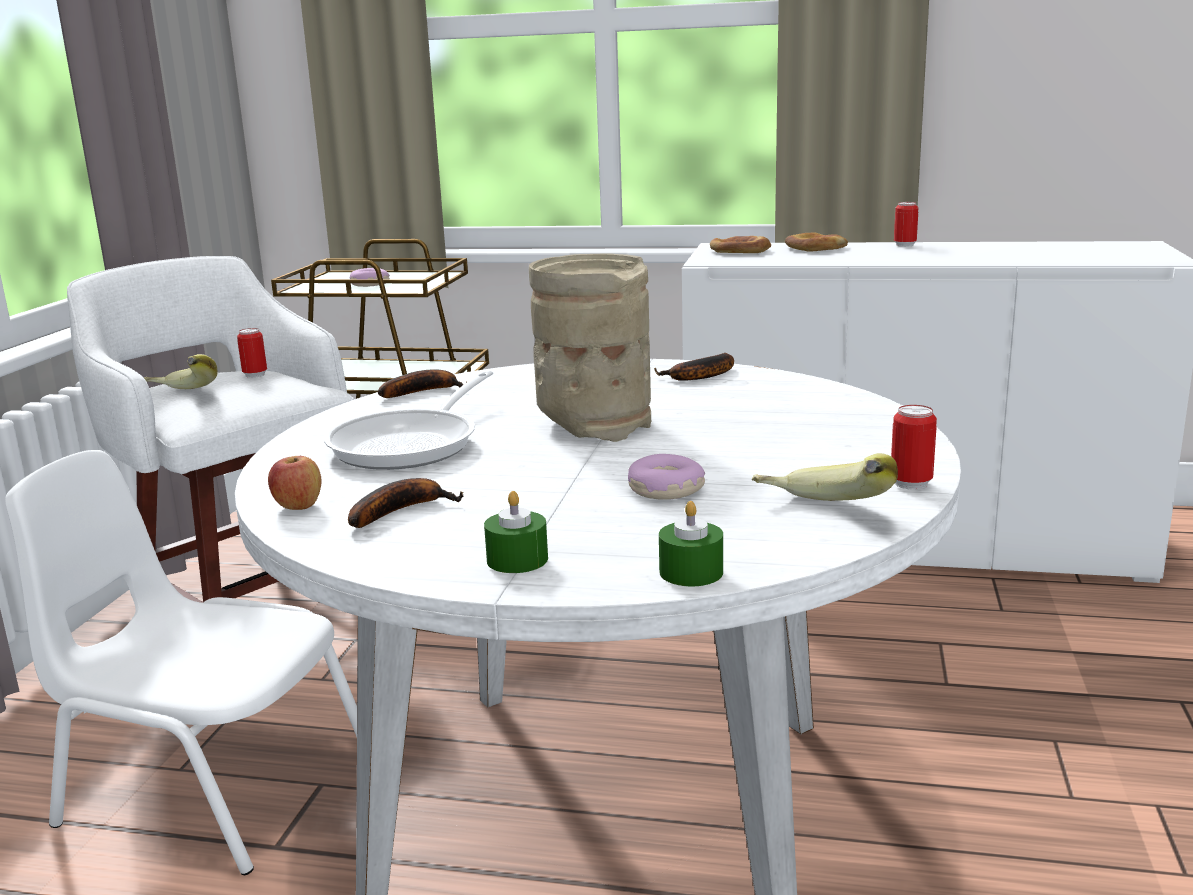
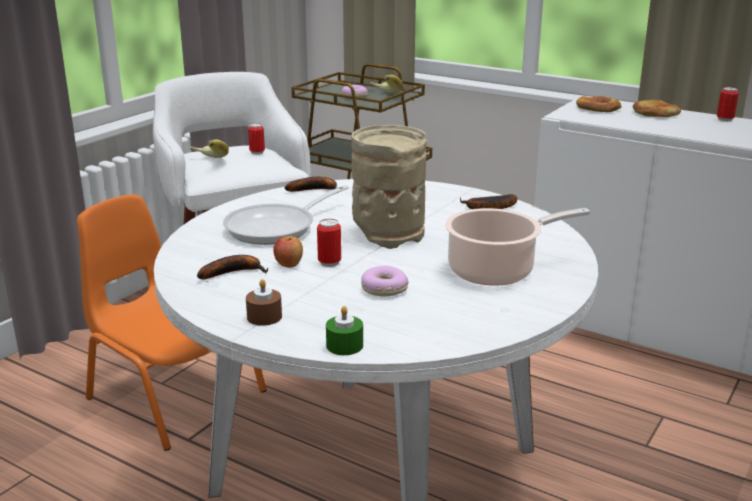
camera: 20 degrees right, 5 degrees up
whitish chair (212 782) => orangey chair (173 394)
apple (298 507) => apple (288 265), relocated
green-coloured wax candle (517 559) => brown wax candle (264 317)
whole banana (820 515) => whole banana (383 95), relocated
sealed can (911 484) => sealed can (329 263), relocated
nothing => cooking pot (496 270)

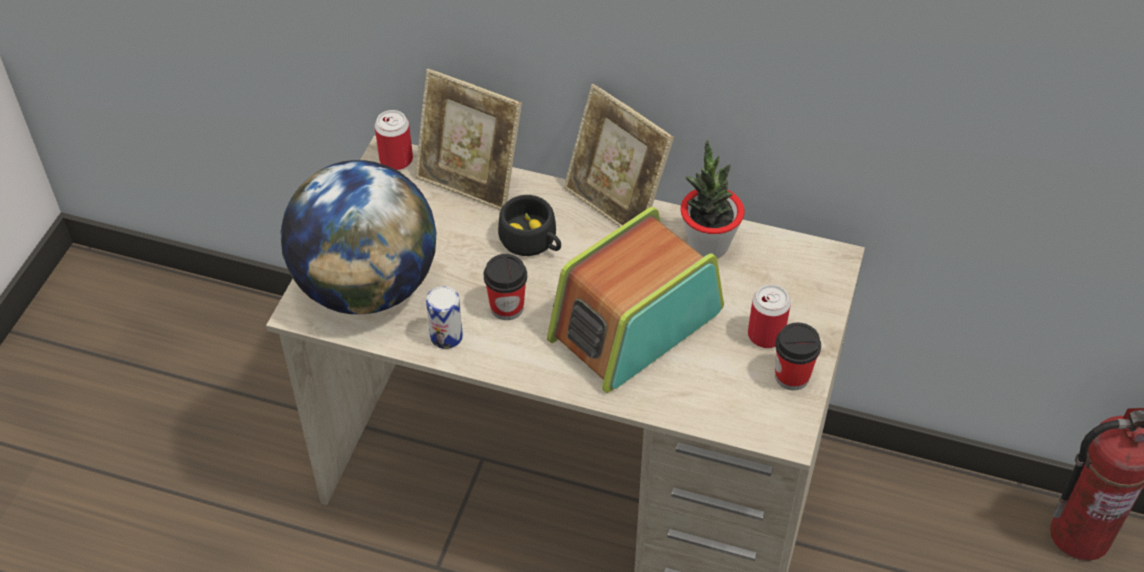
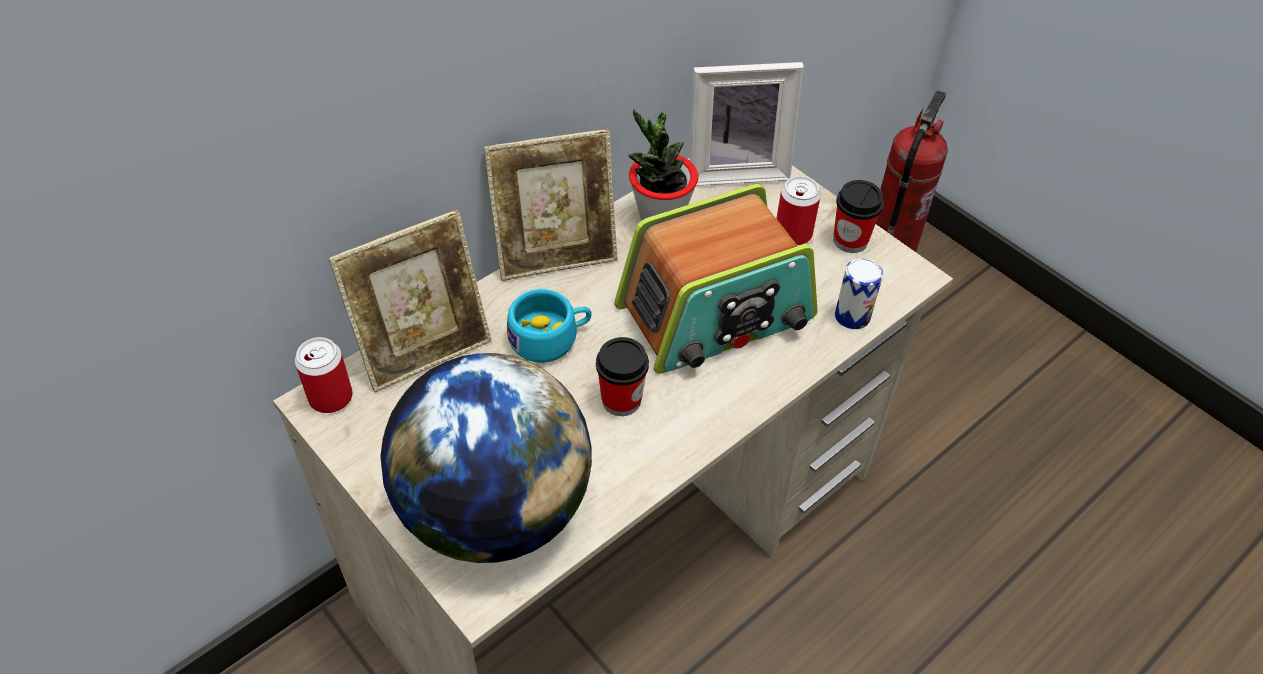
camera: 60 degrees left, 0 degrees up
sealed can (446 336) => sealed can (852 316), relocated
black small cup (533 241) => turquoise small cup (550 338)
radio set (634 324) => radio set (716 314), 105 degrees counterclockwise
nothing => standing frame (736 168)

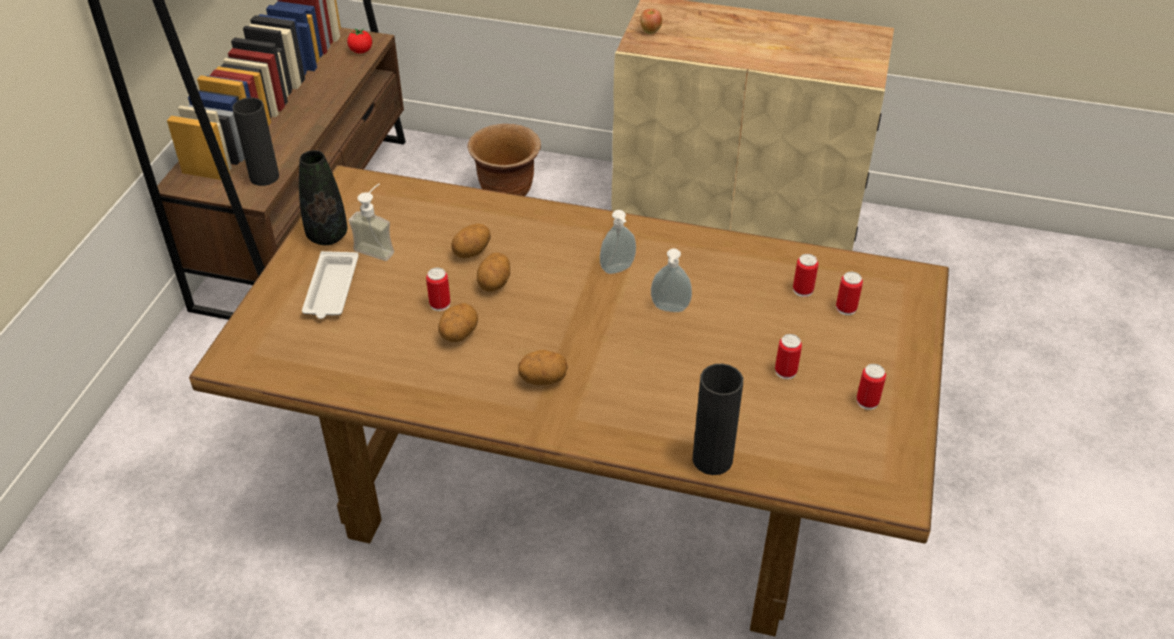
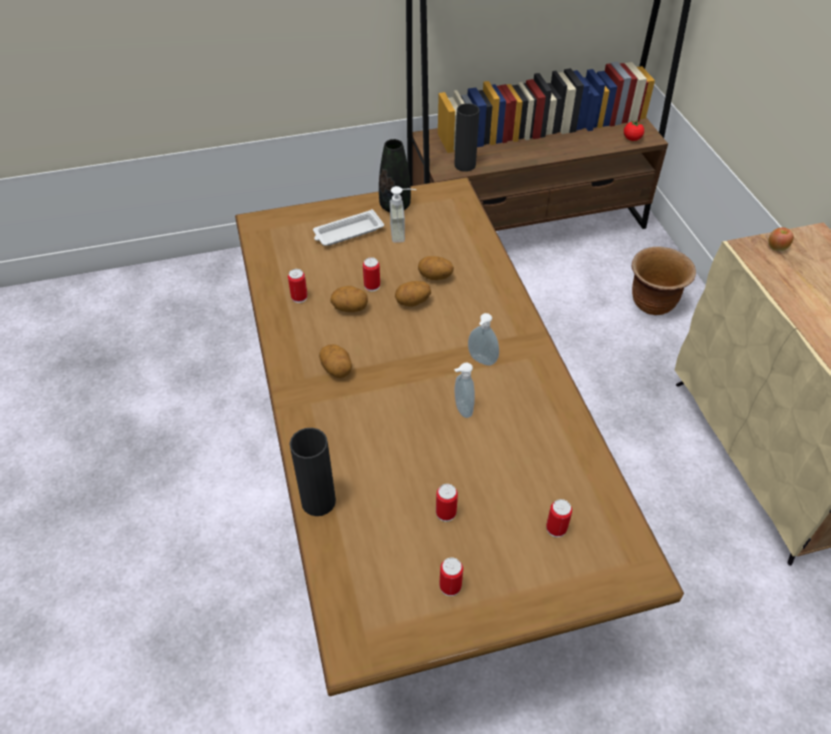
camera: 60 degrees right, 5 degrees up
sealed can (803 290) => sealed can (299 297), relocated

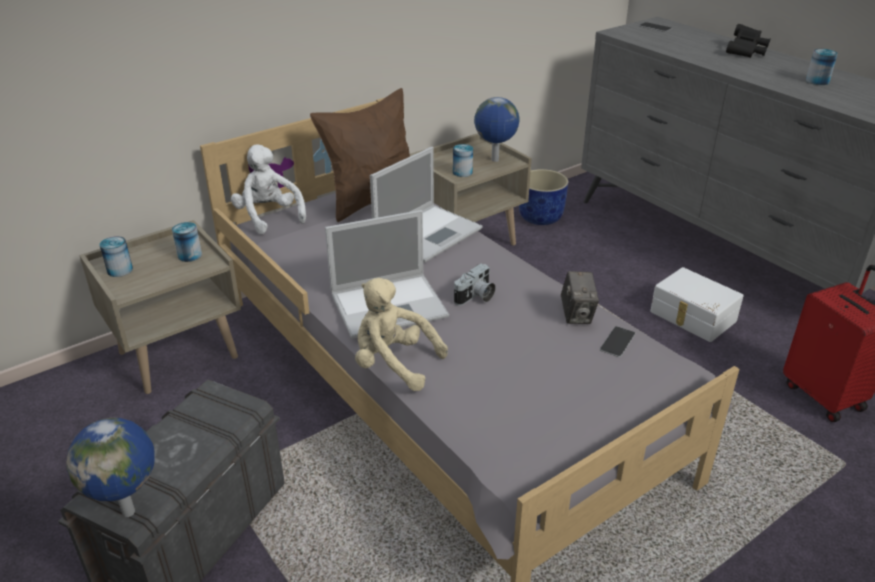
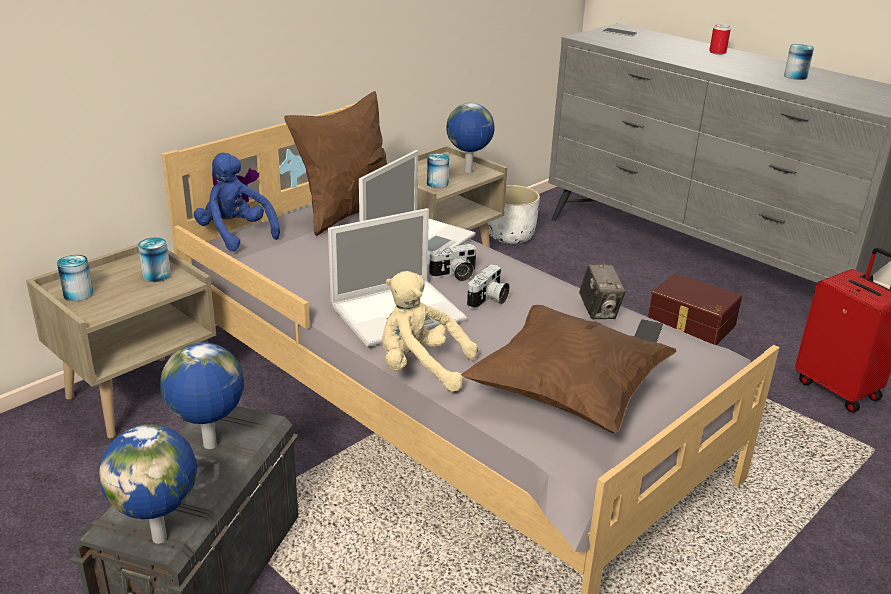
camera: 10 degrees left, 5 degrees down
whitish plush toy (269 217) => bluish plush toy (235 234)
bluish planter (539 217) => whitish planter (509 236)
whitish storage bin (692 317) => brown storage bin (690 324)
black field glasses (746 52) => sealed can (717 52)
nothing => world globe (210 446)
nothing => still camera (454 275)
nothing => brown throw pillow (567 394)

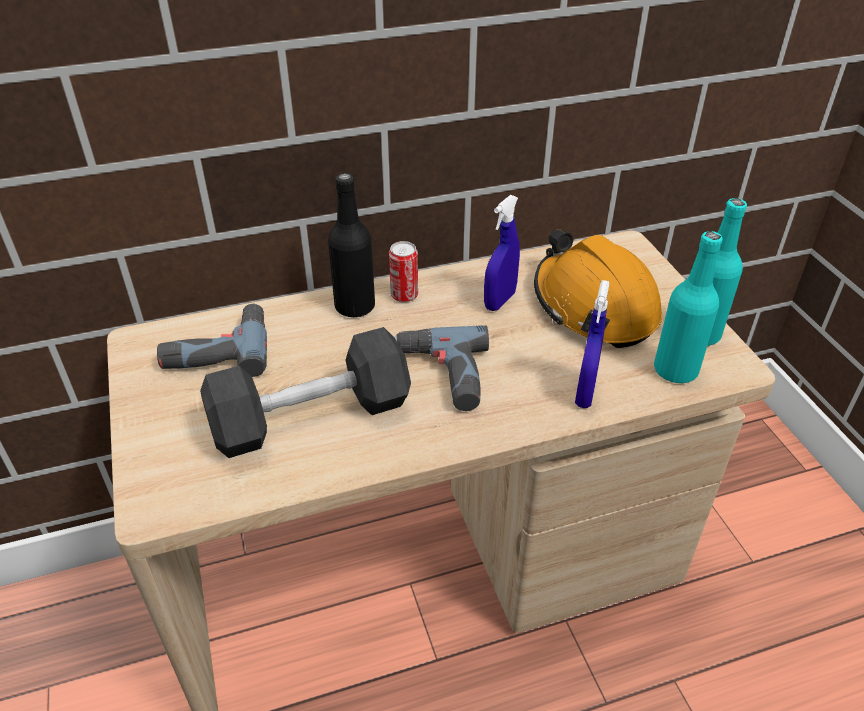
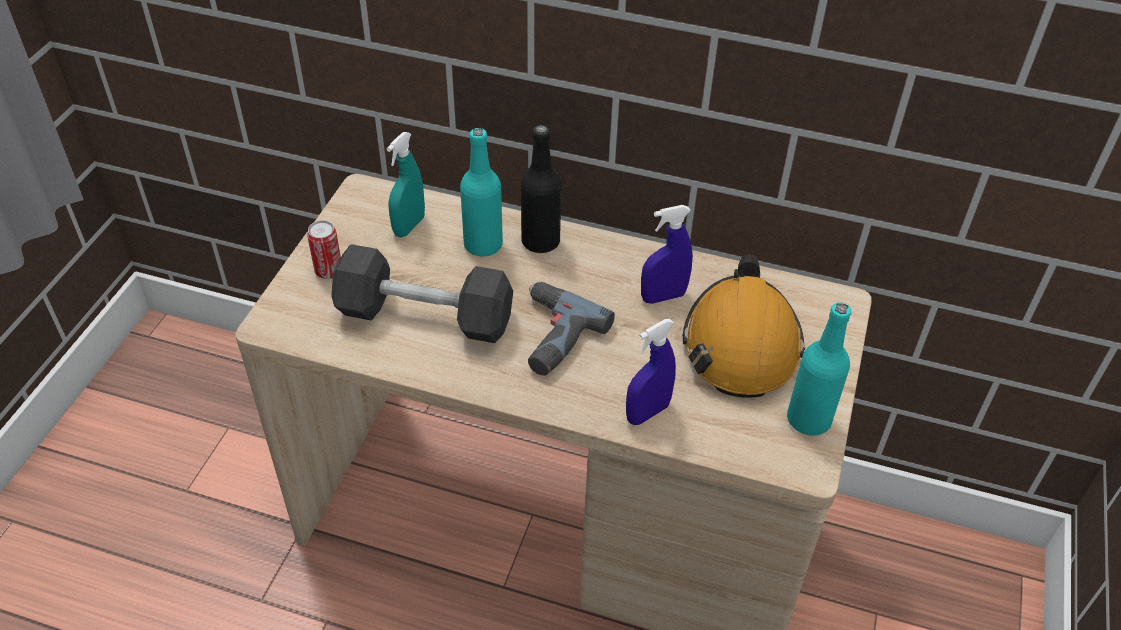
camera: 35 degrees right, 5 degrees up
drill (217 349) => turquoise spray bottle (409 226)
sealed can (404 295) => sealed can (328 271), relocated
turquoise drink bottle (675 370) => turquoise drink bottle (483 245), relocated

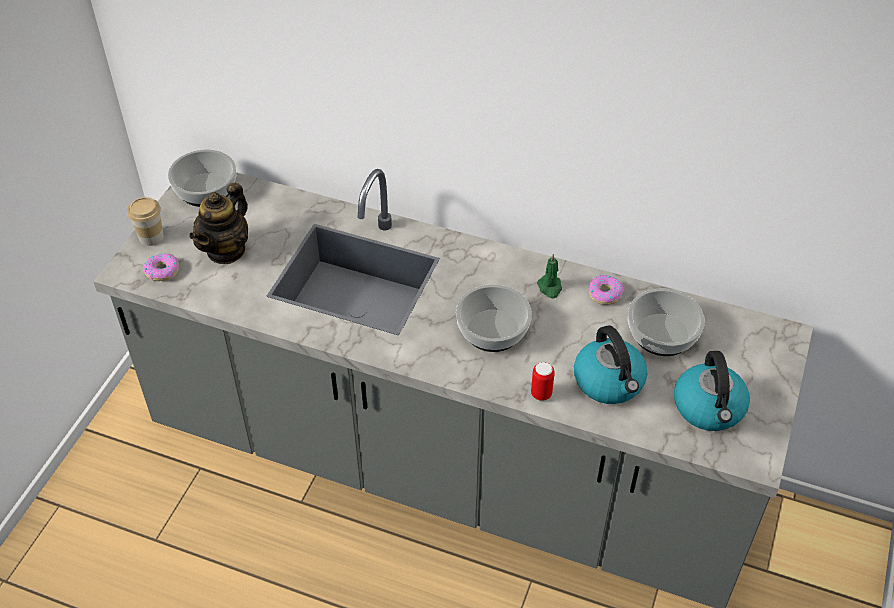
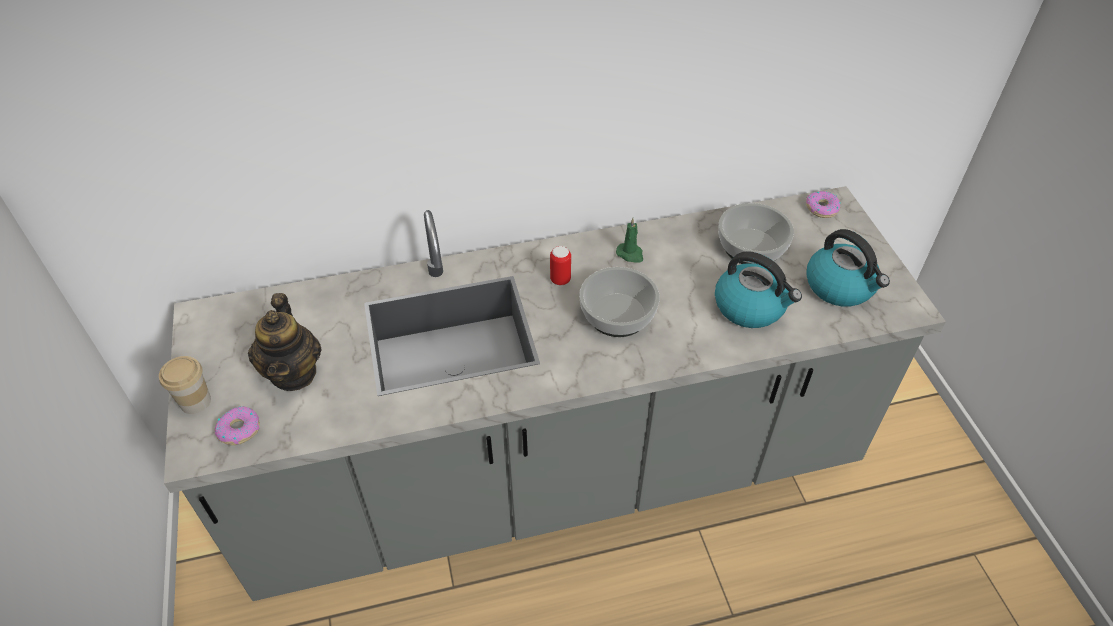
camera: 35 degrees left, 0 degrees up
serving bowl (206 190) => nothing
sealed can (541 394) => sealed can (560 280), relocated
doughnut (604 293) => doughnut (821 208), relocated

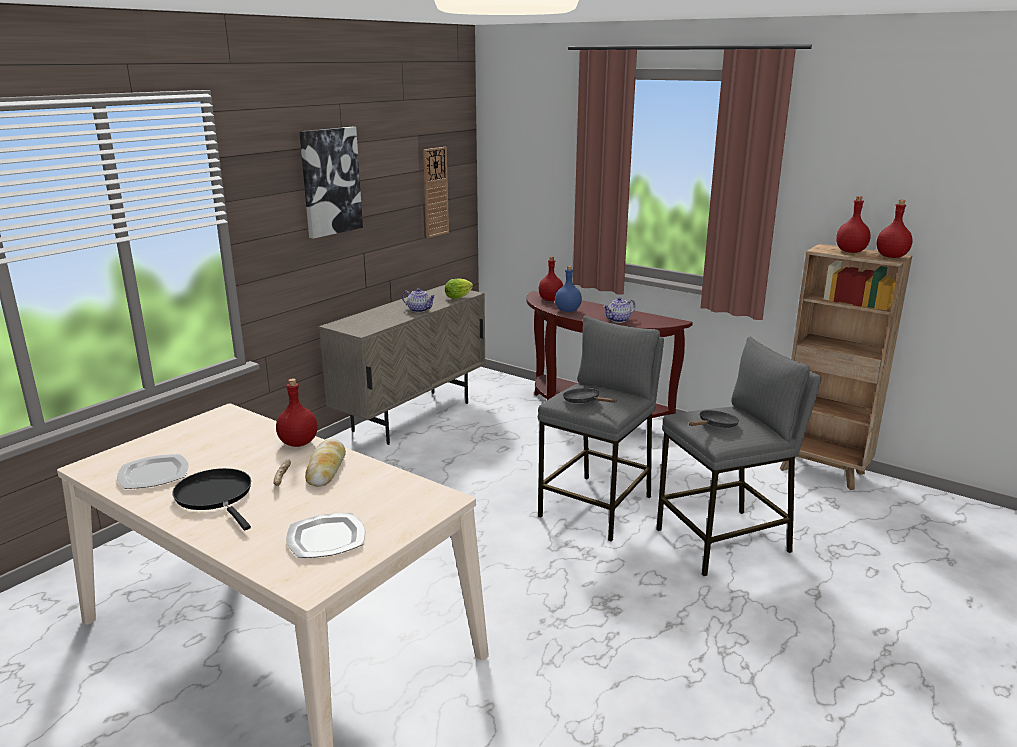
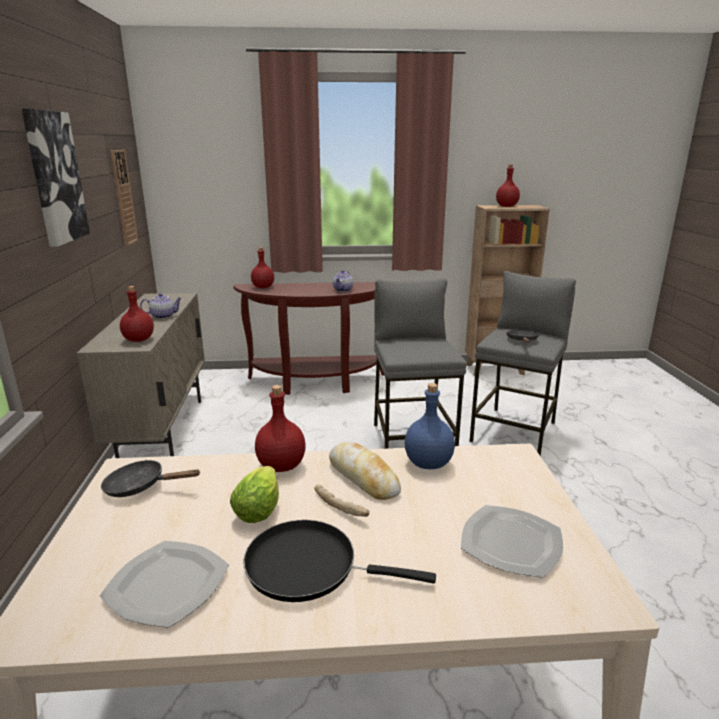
camera: 40 degrees left, 0 degrees up
head of lettuce (459 297) => head of lettuce (260 508), relocated
bluish drink bottle (568 310) => bluish drink bottle (428 463), relocated
black skillet (584 401) => black skillet (141 486), relocated
reddish drink bottle (892 257) => reddish drink bottle (139 340), relocated

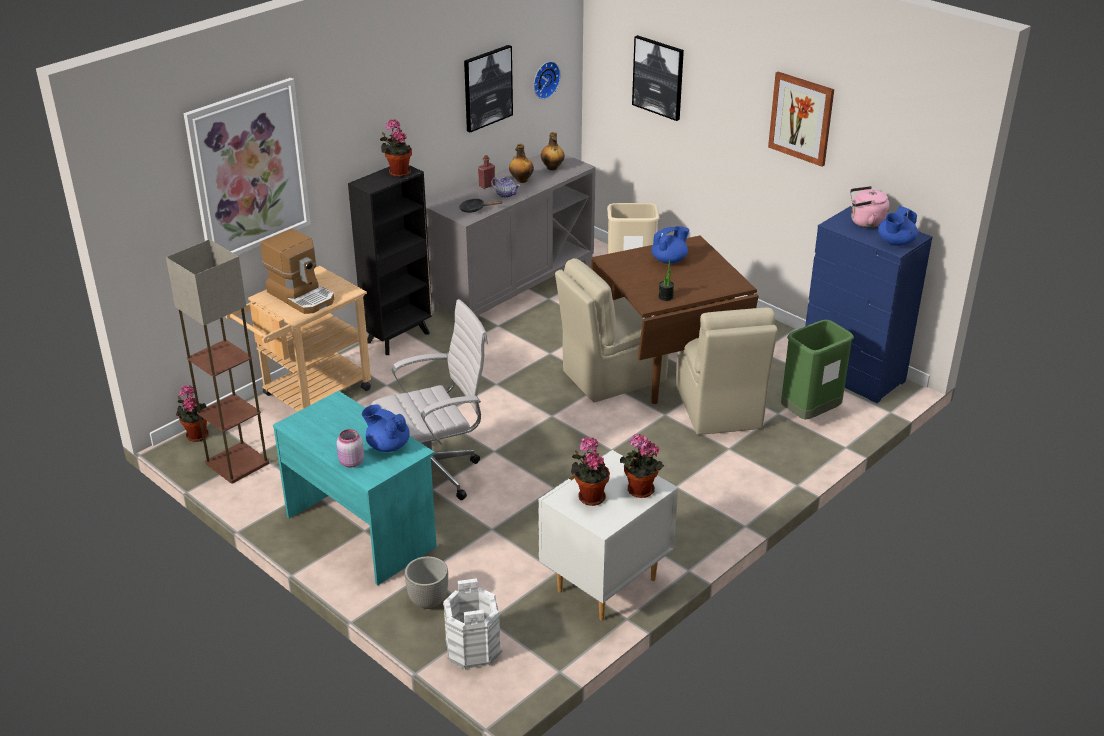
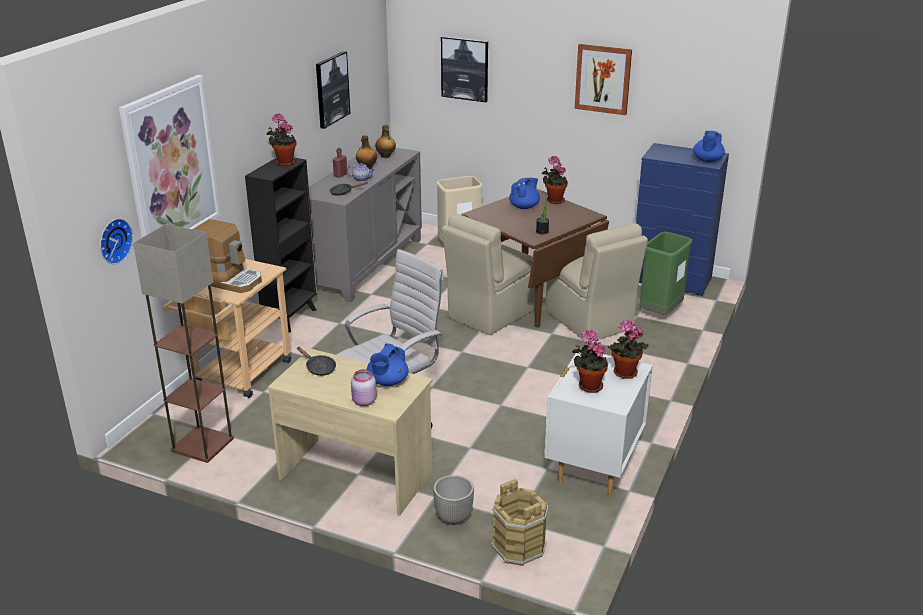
camera: 20 degrees left, 5 degrees down
plant in a pot (196 434) => plant in a pot (553 200), relocated
turquoise desk table (361 530) => beige desk table (356 474)
bluish teapot (387 445) => bluish teapot (387 382), 75 degrees counterclockwise
whitish water bucket (473 648) => brown water bucket (519 546)
clock on the wall (544 79) => clock on the wall (113 240), relocated
pinkish kettle (865 223) => nothing
nothing => black skillet (318 368)

